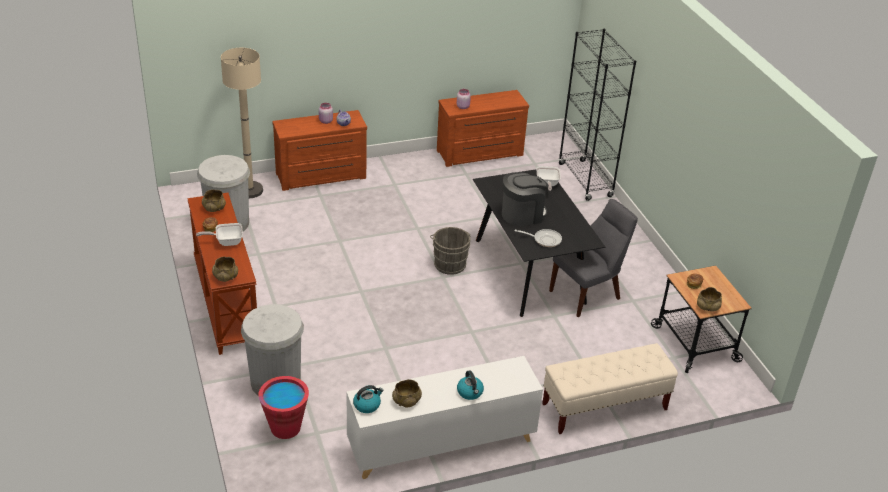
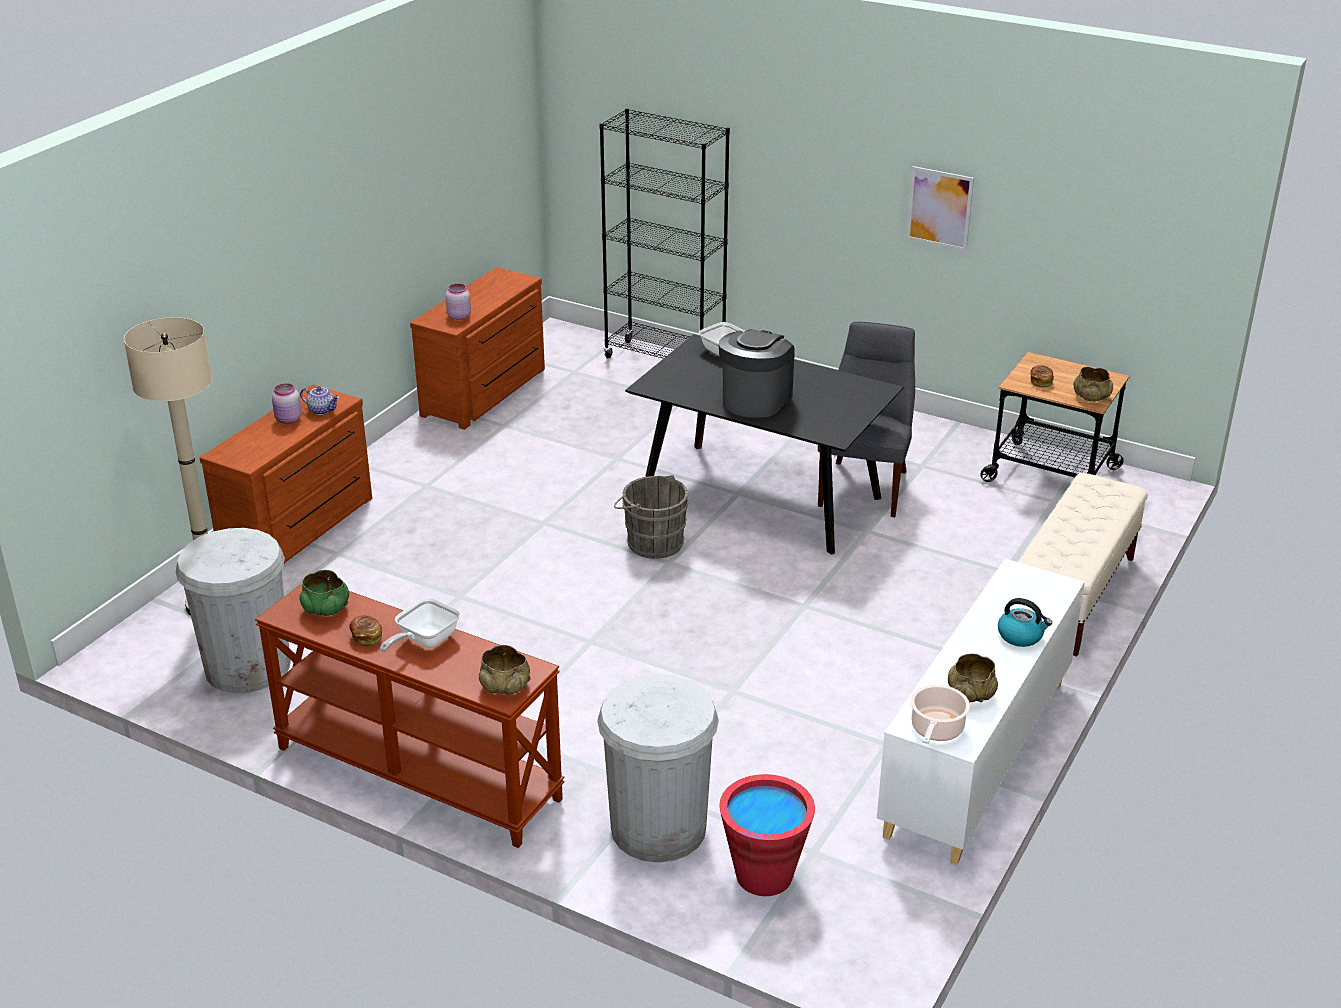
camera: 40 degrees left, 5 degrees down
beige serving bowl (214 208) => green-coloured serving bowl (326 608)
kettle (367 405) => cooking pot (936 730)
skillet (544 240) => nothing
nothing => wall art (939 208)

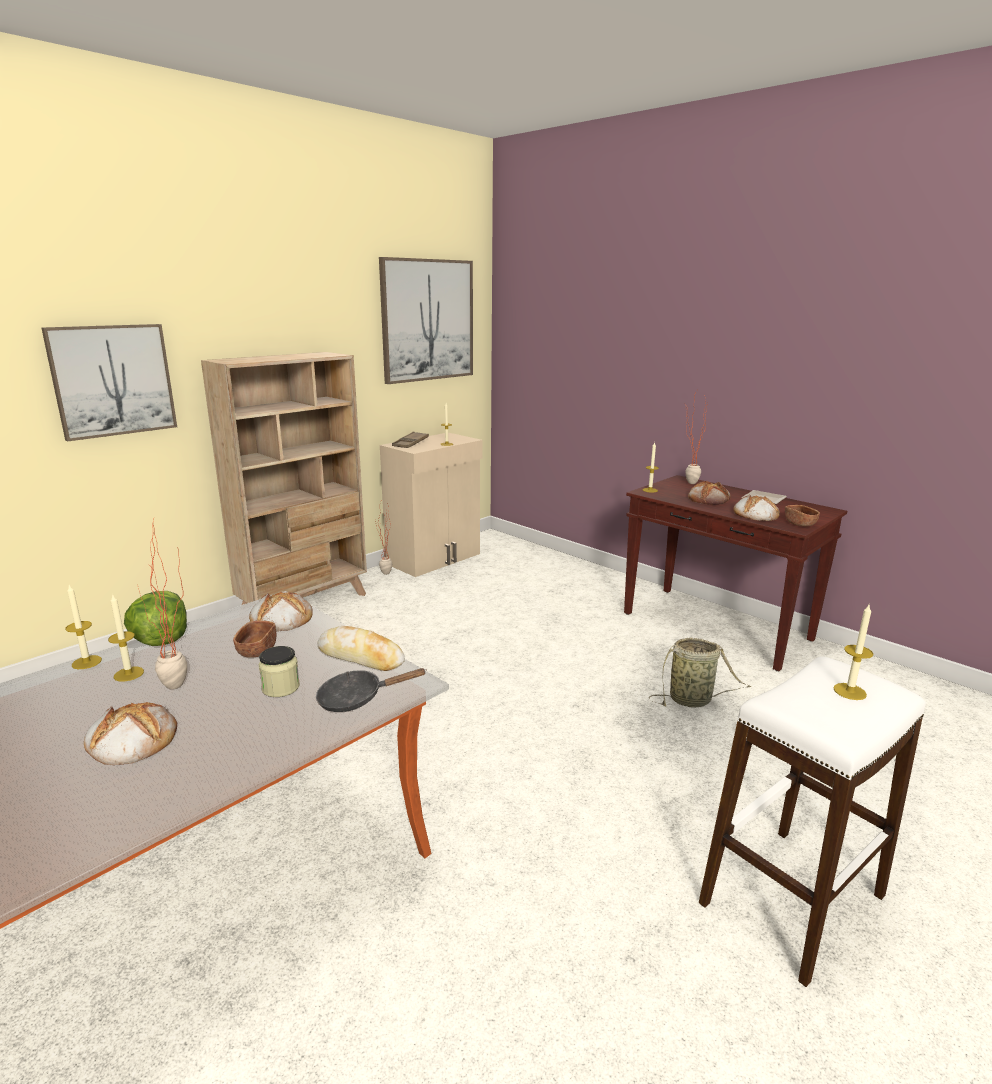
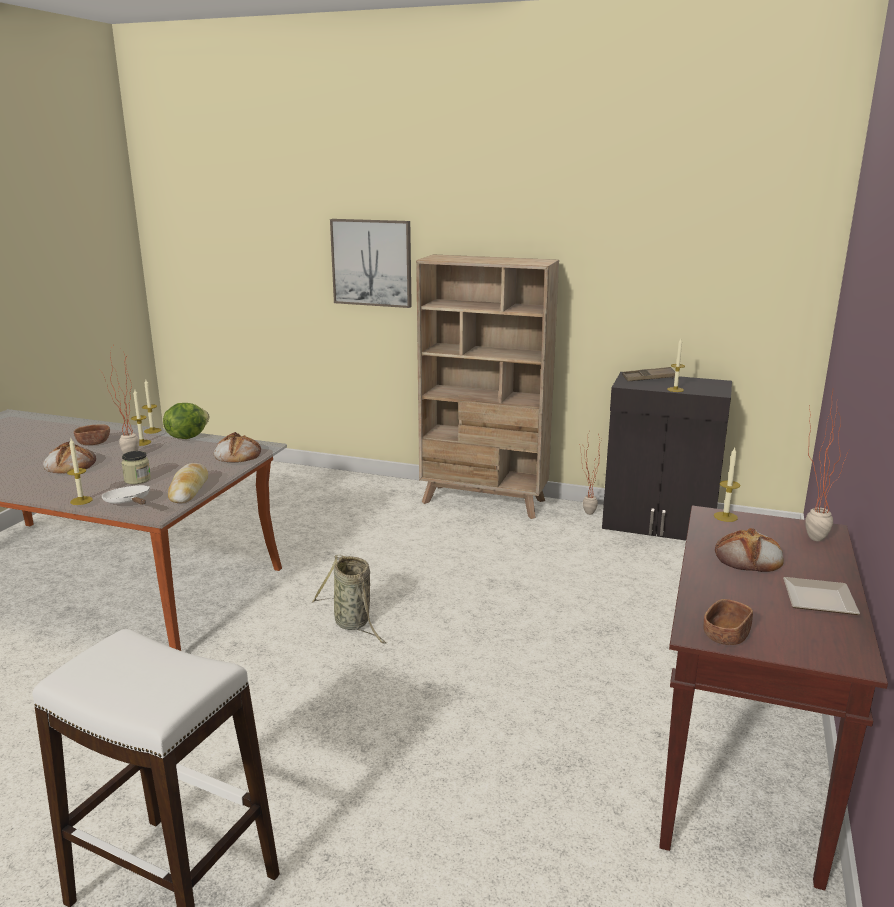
camera: 65 degrees right, 0 degrees up
brown serving bowl (257 650) => brown serving bowl (93 443), relocated
black skillet (357 698) => whitish skillet (129 502)
wall art (427 320) => nothing
beige cupboard (435 559) => black cupboard (659 525)
storage basket (693 700) => storage basket (353 623), relocated
bread (755 514) => nothing
wax candle (849 691) => wax candle (81 500), relocated

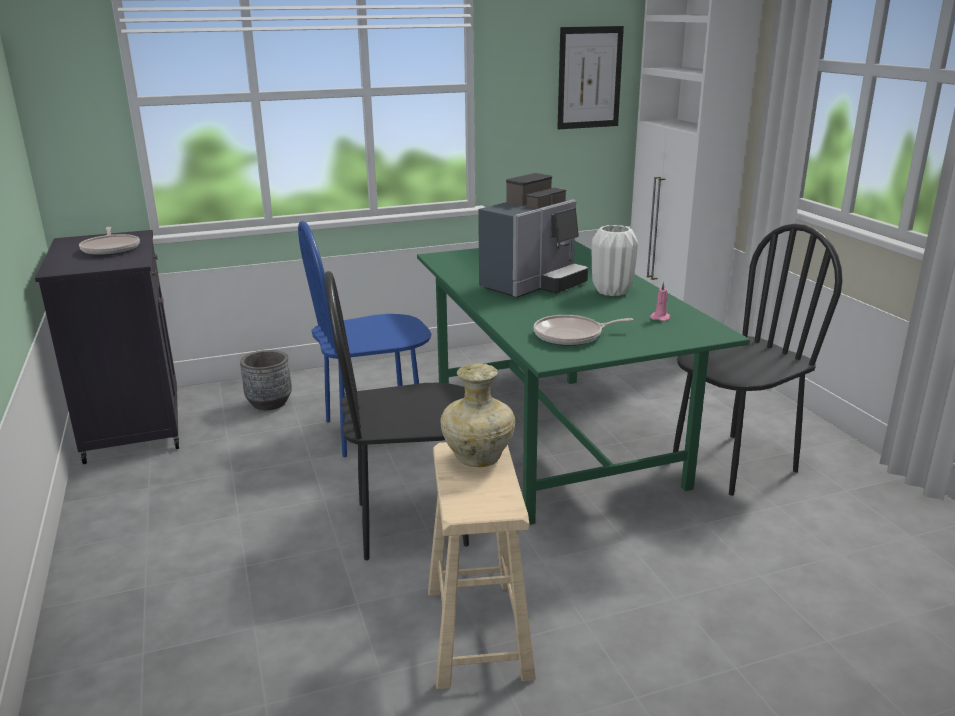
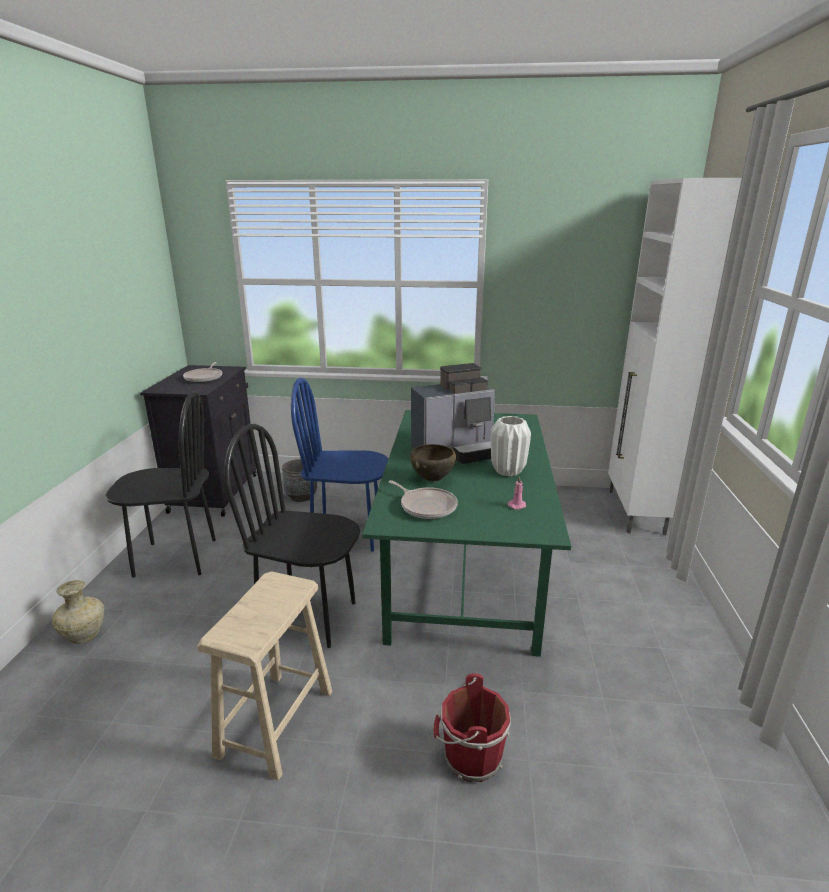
camera: 25 degrees right, 0 degrees up
beige decorative vase (478 457) => beige decorative vase (85 635), relocated
skillet (571 336) => skillet (426 506), 150 degrees counterclockwise
wall art (589 78) => nothing
black chair (733 464) => black chair (175 558), relocated
nothing => brown serving bowl (433 479)
nothing => reddish water bucket (470 757)

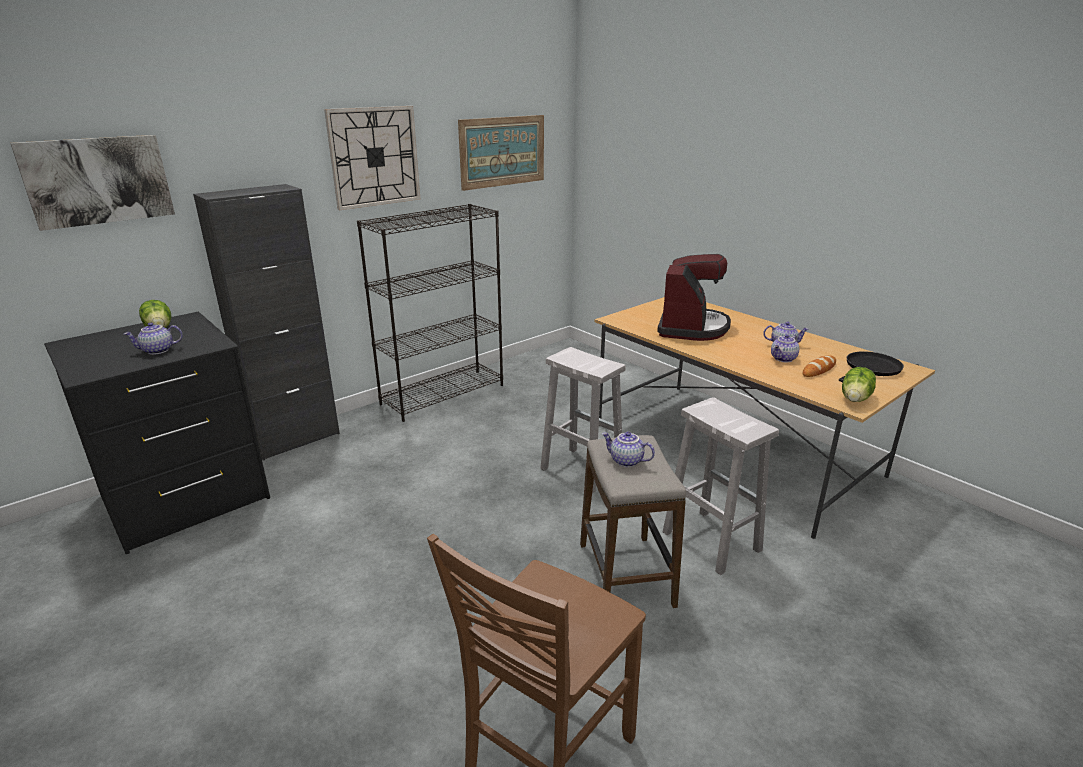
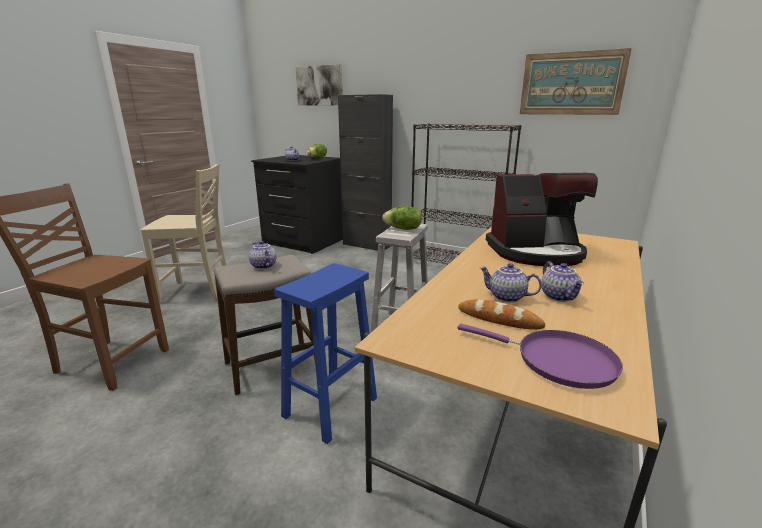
camera: 70 degrees right, 5 degrees down
clock on the wall (374 157) => nothing
teapot (626 461) => teapot (262 266), 45 degrees counterclockwise
whitish stool seat (710 540) => bluish stool seat (331 406)
black skillet (871 368) => purple-coloured skillet (558 361)
head of lettuce (856 399) => head of lettuce (403 229), relocated
nothing => beige chair (198 292)

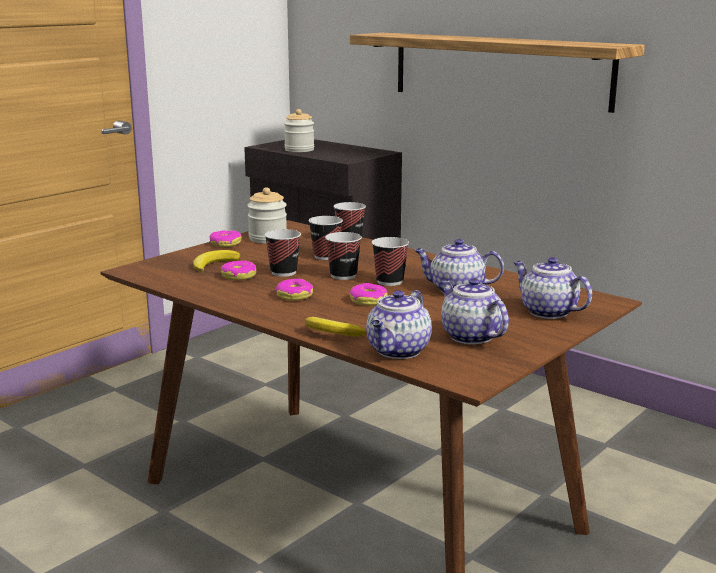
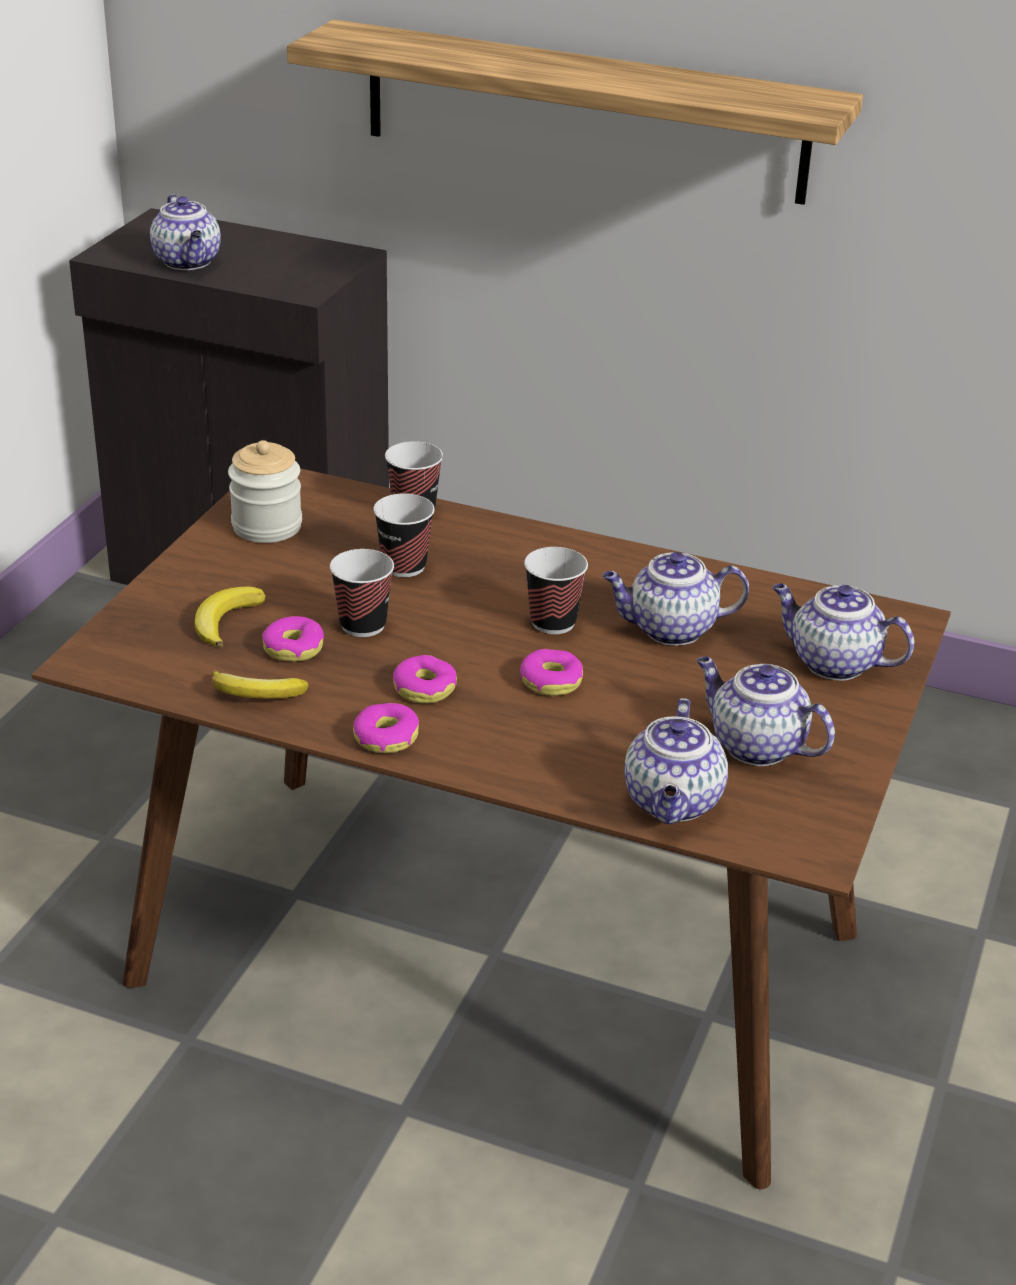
camera: 20 degrees left, 15 degrees up
doughnut (225 244) => doughnut (385 737), relocated
jar (299 150) => teapot (188 262)
whole banana (331 334) => whole banana (256 695), relocated
small cup (343 275) => nothing

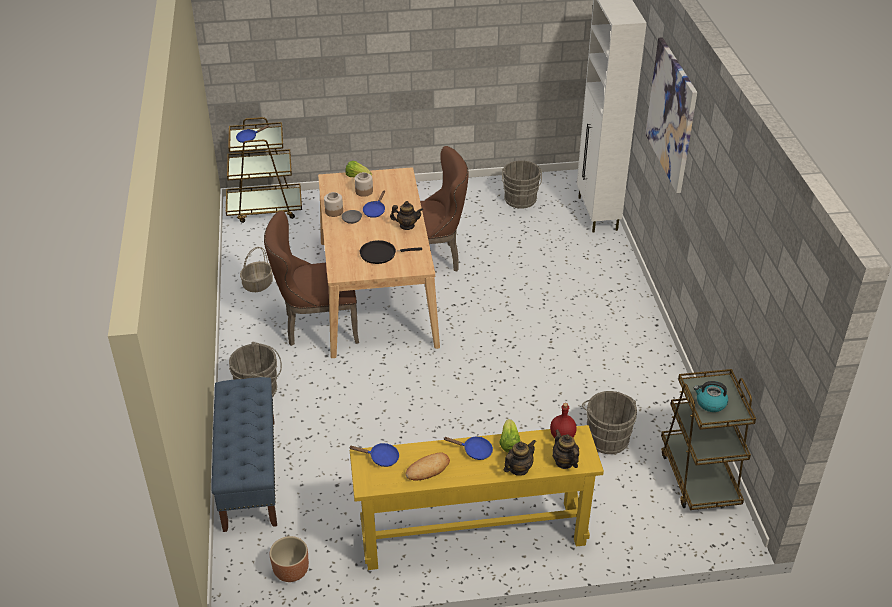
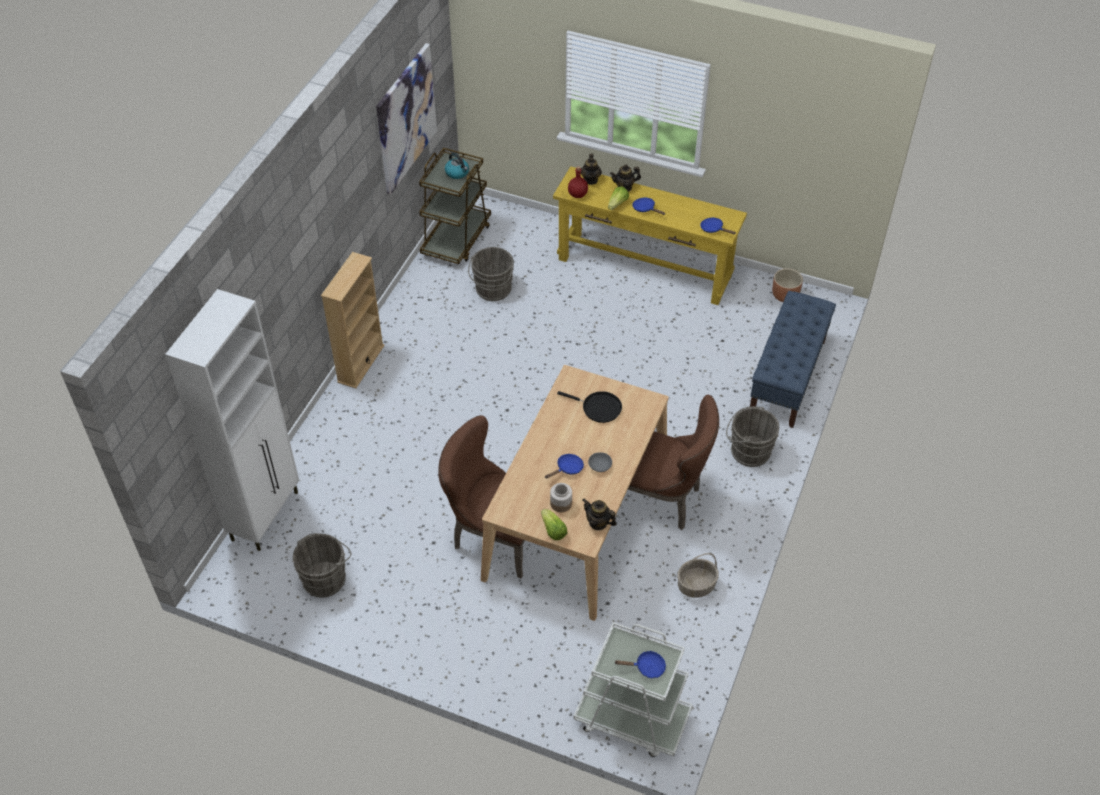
camera: 150 degrees left, 10 degrees up
brown cart (265 208) => whitish cart (631 718)
jar (334 211) => nothing
teapot (407 226) => teapot (598 523), relocated
bread (428 469) => nothing
wall art (671 114) => wall art (406 118), relocated
nothing => beige shelving unit (361 363)

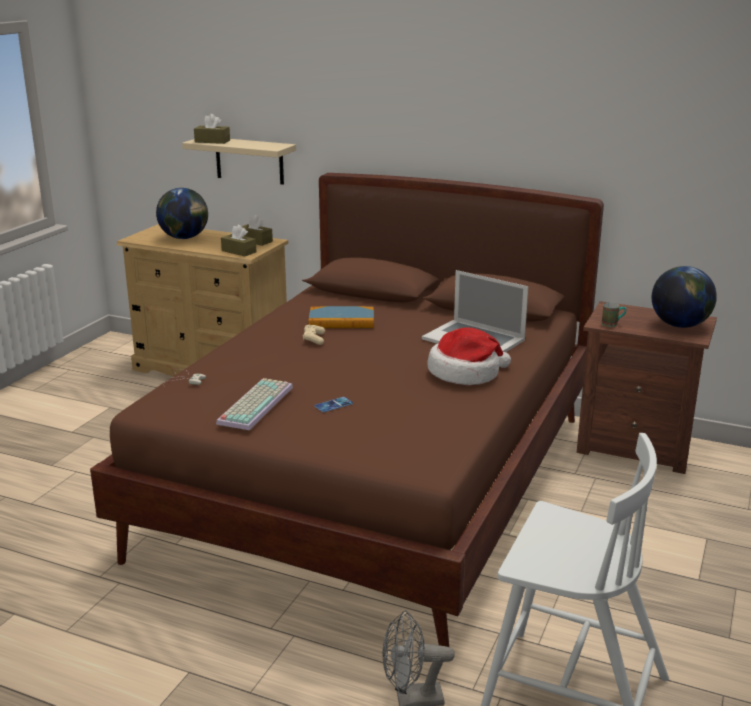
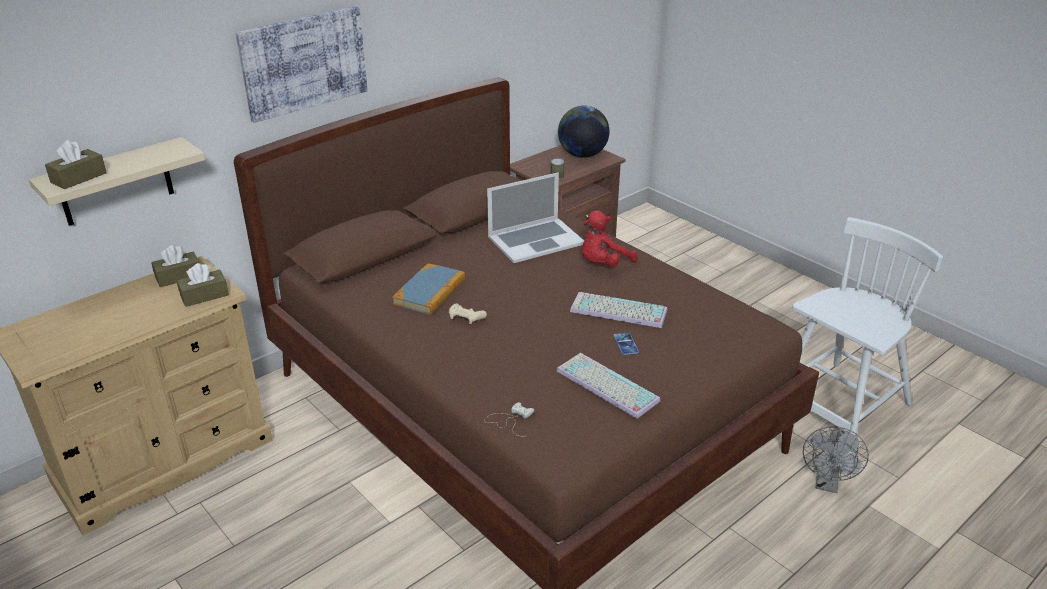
camera: 65 degrees left, 10 degrees up
world globe (184 238) => nothing
wearable hat (465 373) => reddish plush toy (603 264)
nothing => wall art (304 62)
nothing => computer keyboard (617 311)

